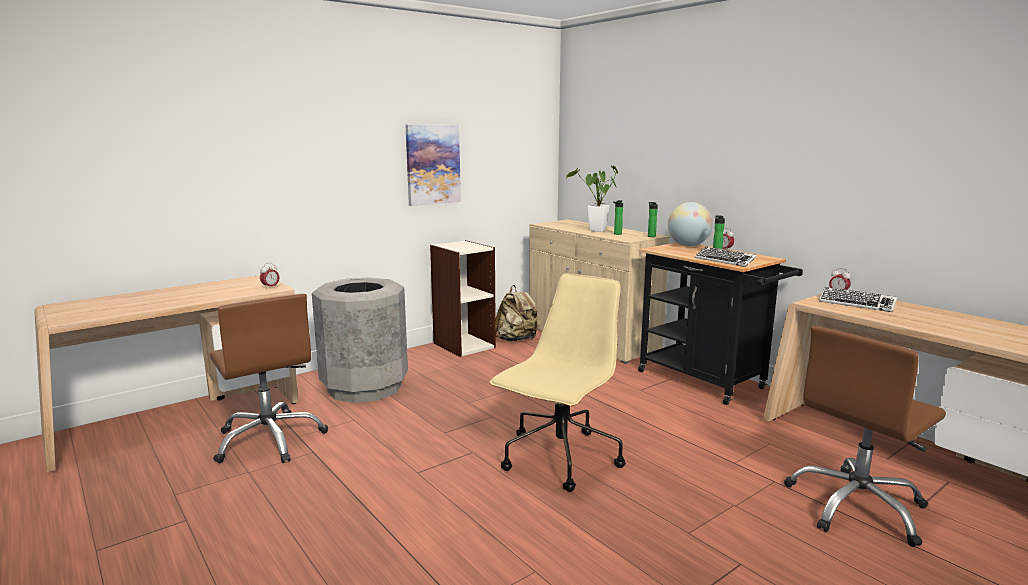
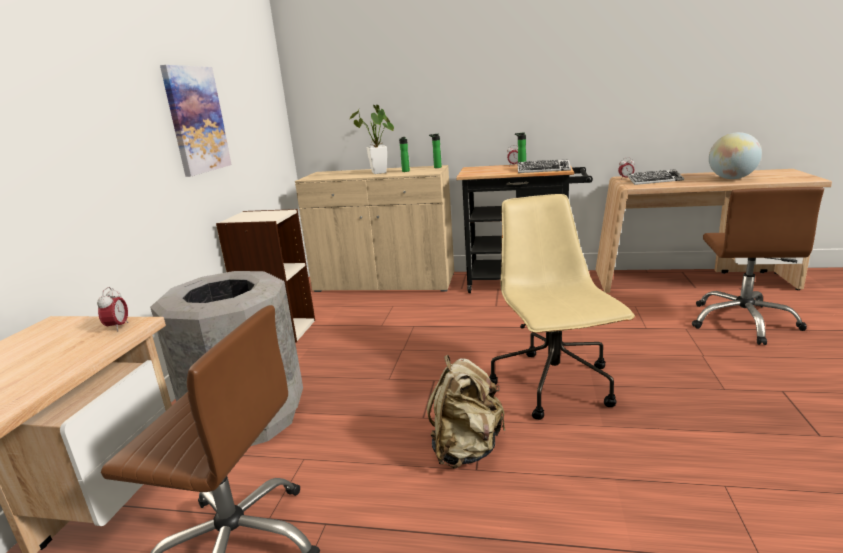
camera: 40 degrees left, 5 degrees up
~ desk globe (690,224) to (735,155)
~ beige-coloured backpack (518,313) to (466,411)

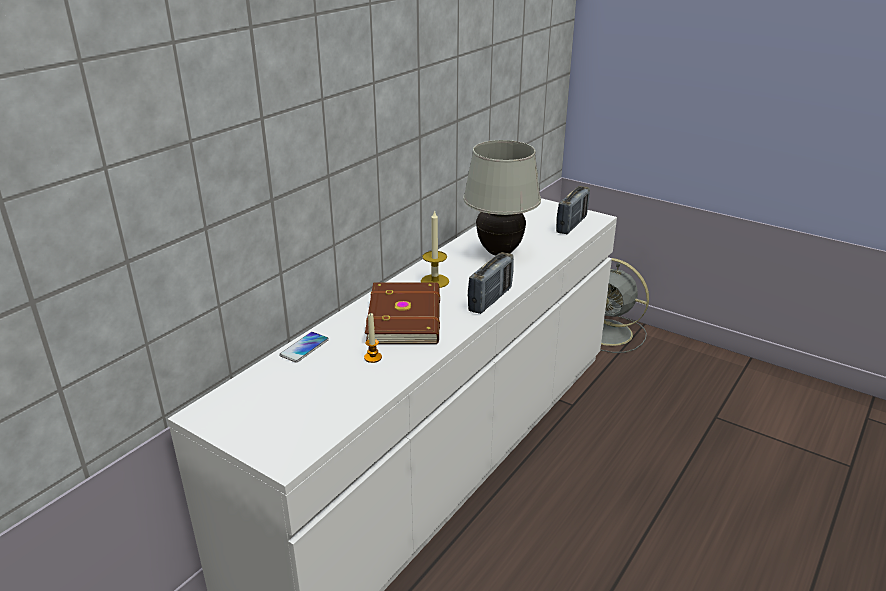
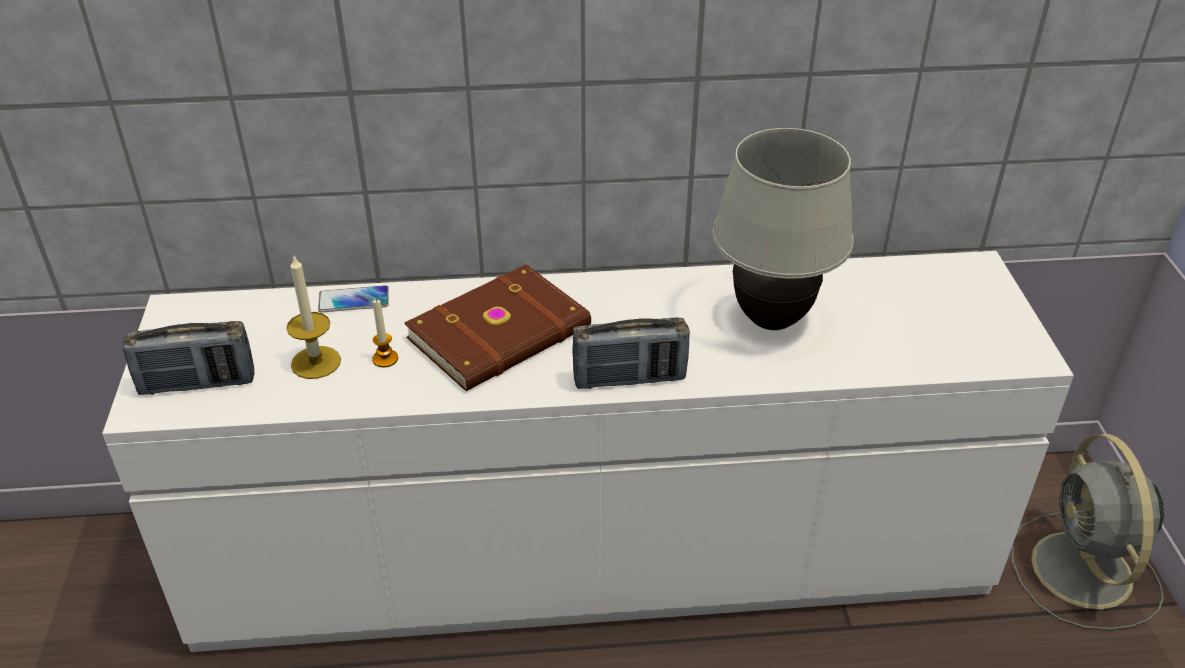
camera: 50 degrees right, 10 degrees up
~ radio set (573,210) to (188,358)
~ candle (435,249) to (313,317)

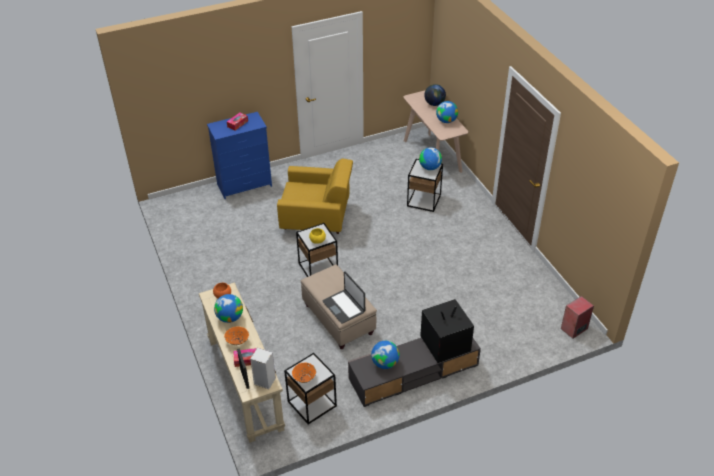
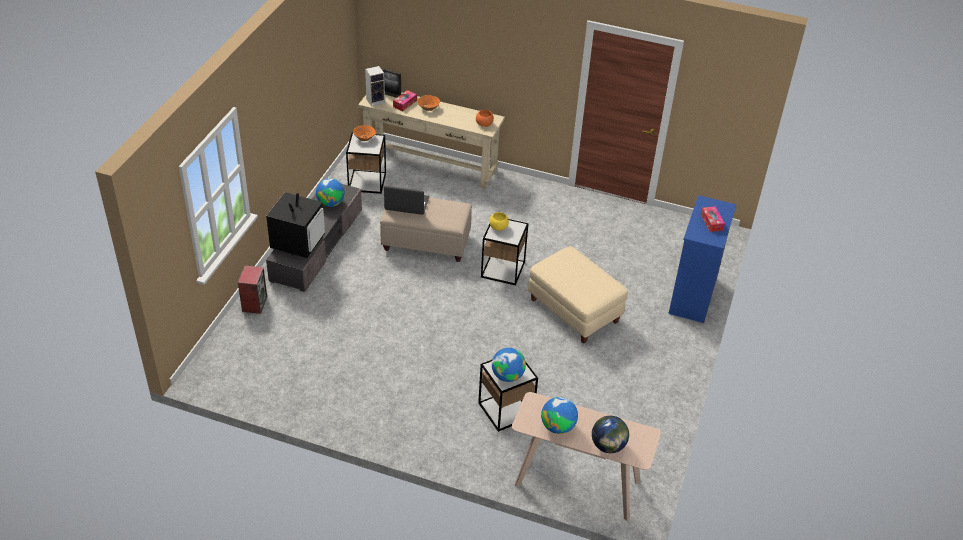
camera: 130 degrees right, 0 degrees up
~ yellowish lounge chair (315,196) to beige-coloured pouffe (578,295)
- desk globe (228,308)
~ loudspeaker (577,317) to (252,289)

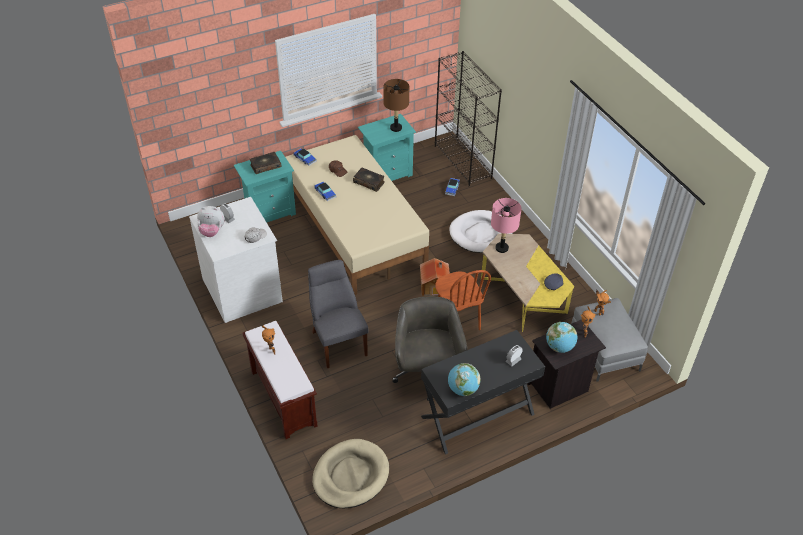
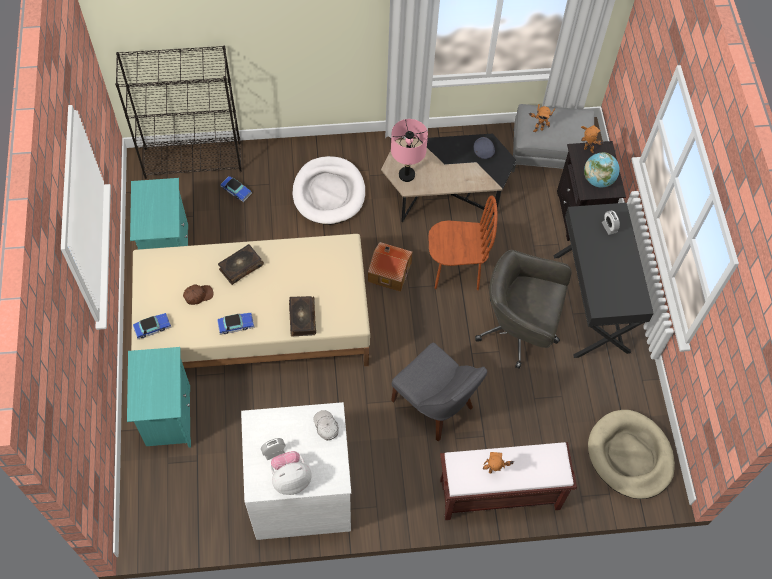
camera: 70 degrees left, 15 degrees up
- brown table lamp (396,105)
~ volume (265,163) to (302,316)
~ soft toy (211,221) = (291,473) 135 degrees counterclockwise
~ yellowish low table (527,283) to black-coloured low table (448,178)
~ grey upright chair (338,314) = (439,391) 135 degrees counterclockwise
- desk globe (464,379)

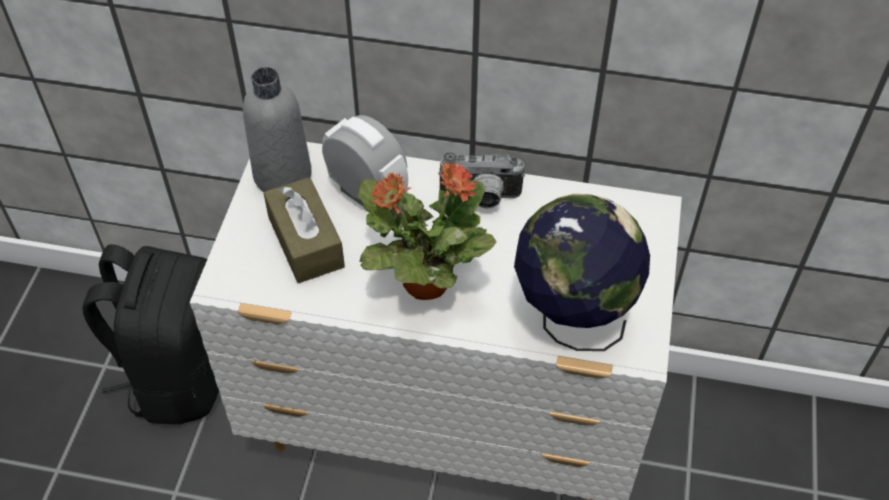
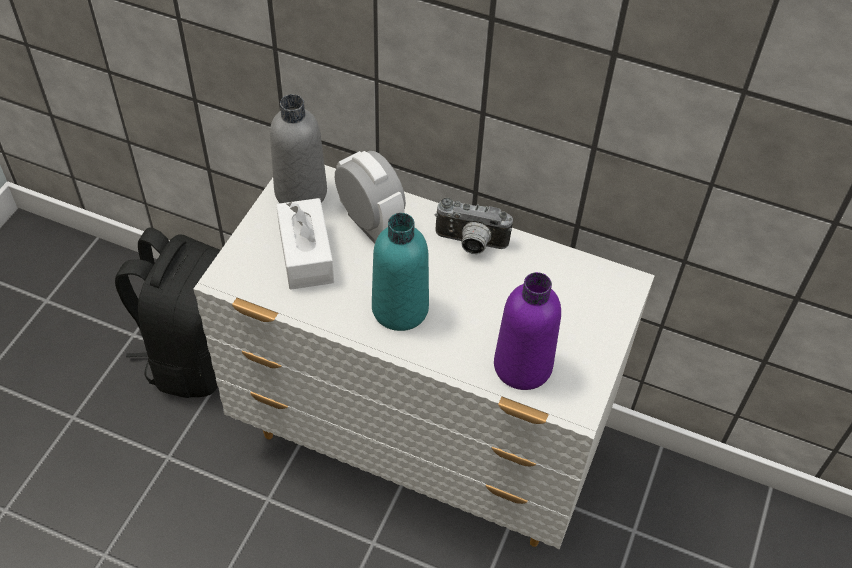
camera: 10 degrees right, 0 degrees up
~ potted plant (427,230) to blue-green beverage bottle (400,272)
~ brown box of tissues (304,230) to whitish box of tissues (305,244)
~ desk globe (582,272) to purple-coloured beverage bottle (527,331)

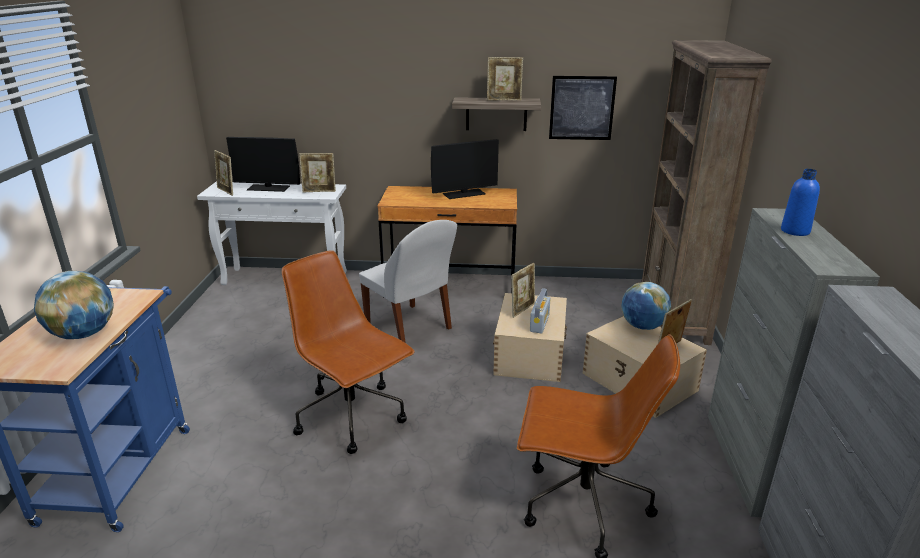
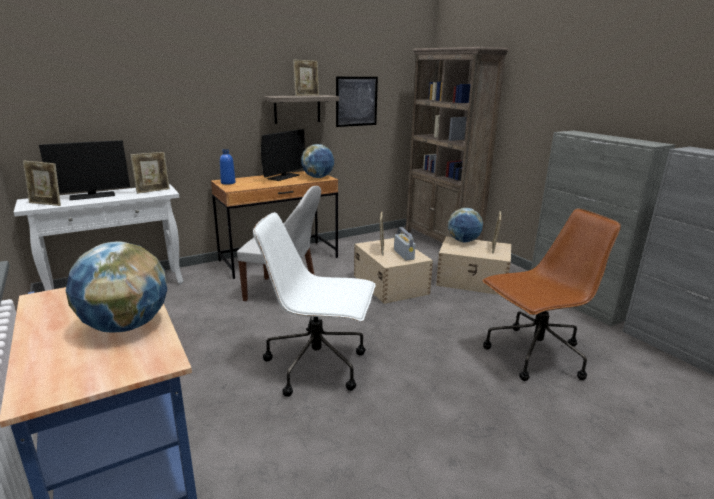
camera: 35 degrees left, 5 degrees down
~ blue-coloured beverage bottle (800,202) to (228,167)
~ brown computer chair (348,352) to whitish computer chair (314,304)
+ desk globe (317,161)

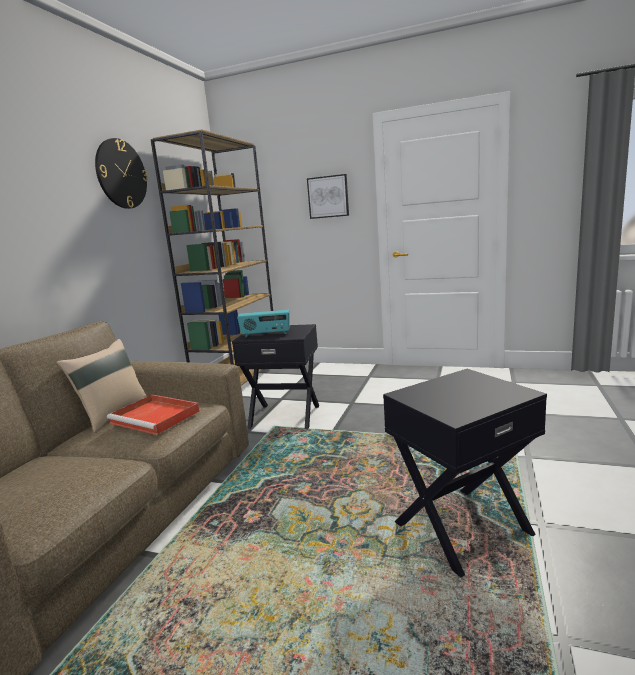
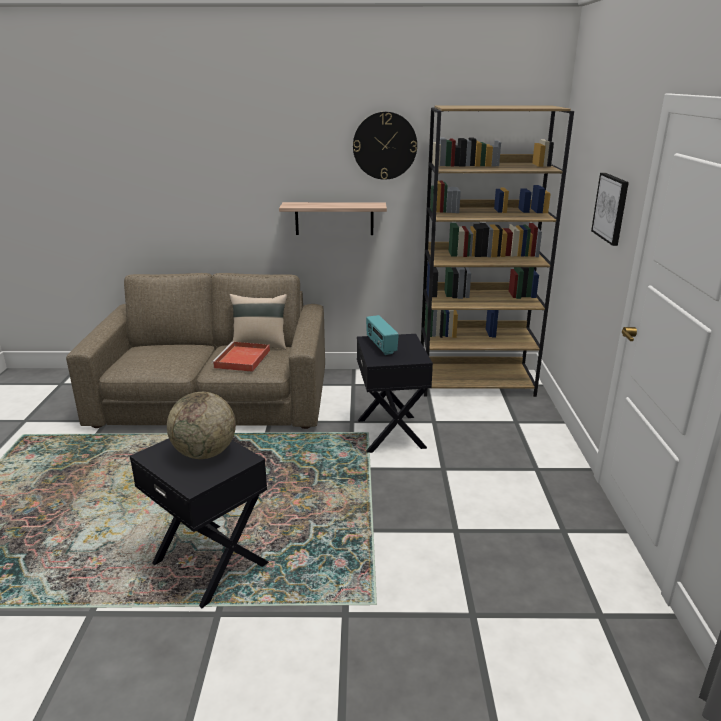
camera: 70 degrees right, 10 degrees up
+ wall shelf (333,218)
+ desk globe (201,425)

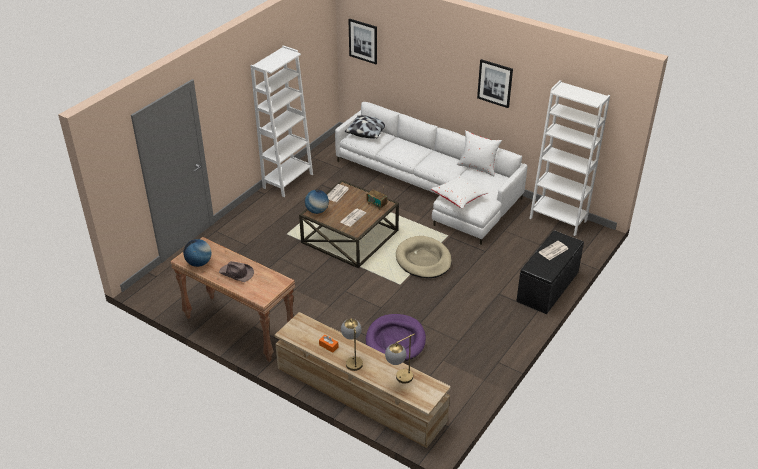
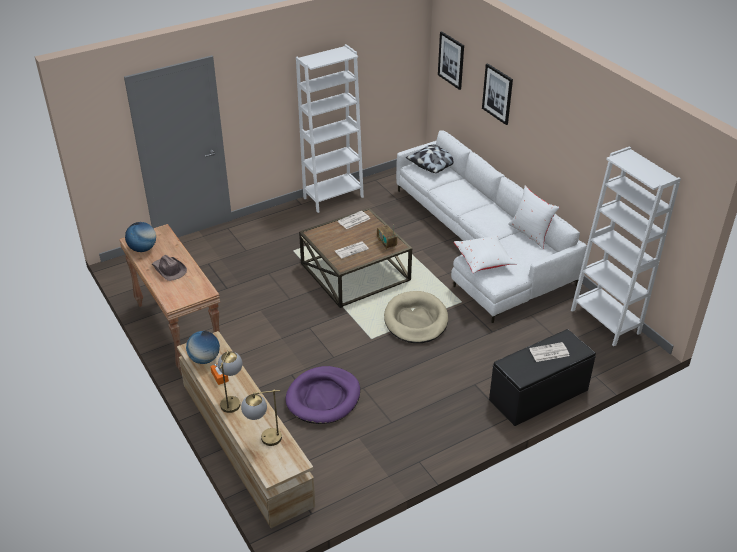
camera: 25 degrees right, 0 degrees up
~ picture (495,83) to (497,94)
~ desk globe (317,202) to (203,347)

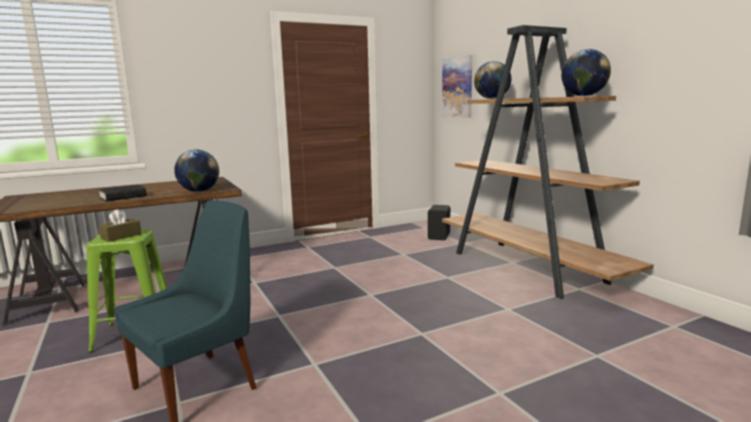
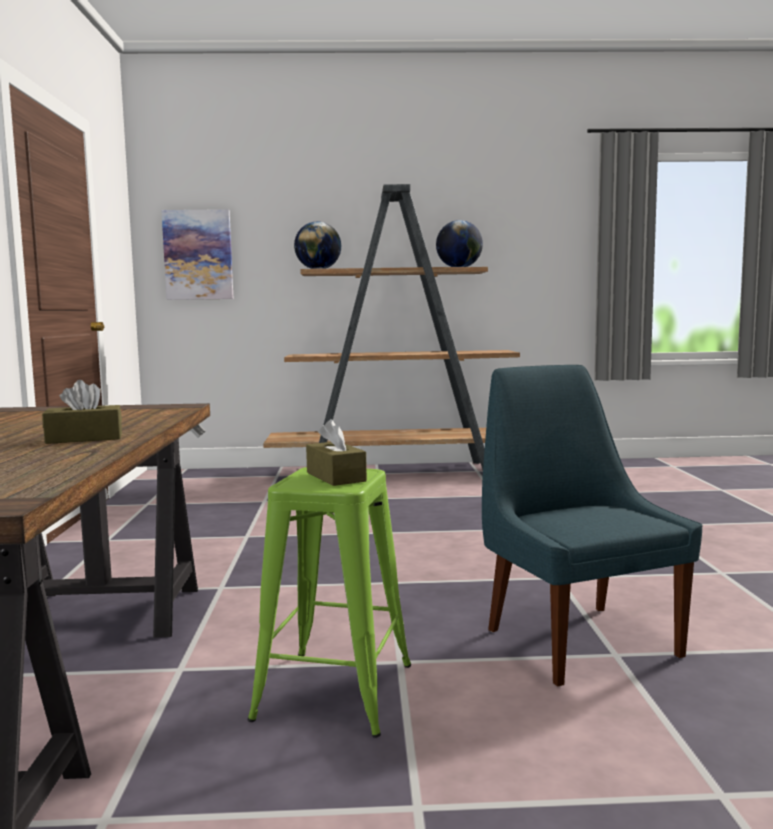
camera: 65 degrees left, 5 degrees down
- desk globe (196,171)
~ black-coloured volume (122,193) to brown box of tissues (82,412)
- black-coloured loudspeaker (439,222)

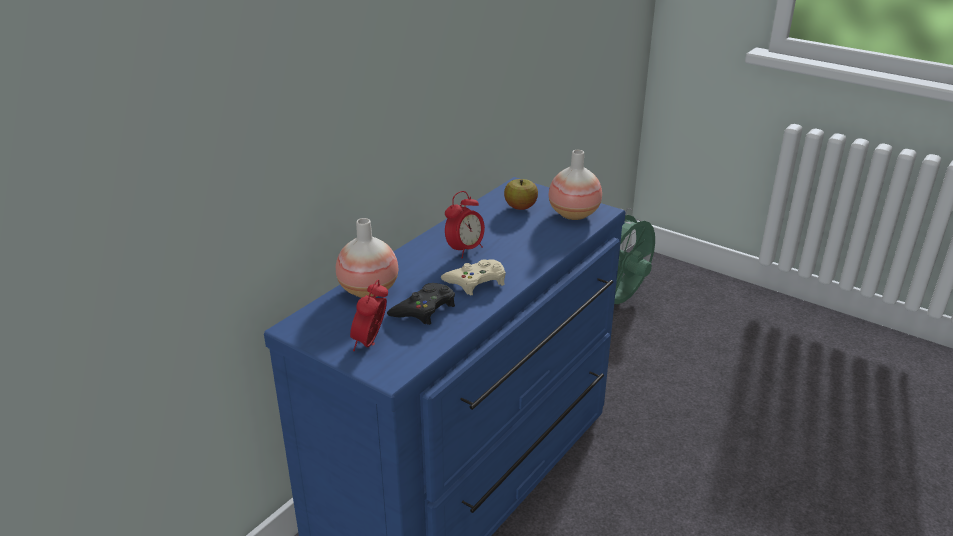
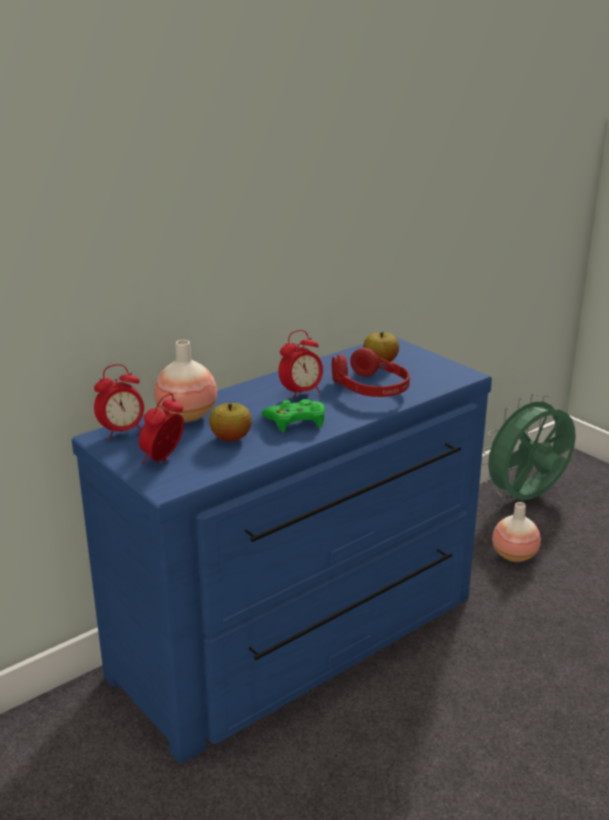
camera: 15 degrees right, 5 degrees down
~ vase (575,185) to (516,532)
~ beige-coloured game controller (473,277) to green-coloured game controller (293,415)
~ black-coloured game controller (421,304) to apple fruit (230,422)
+ red pair of headphones (371,372)
+ alarm clock (119,401)

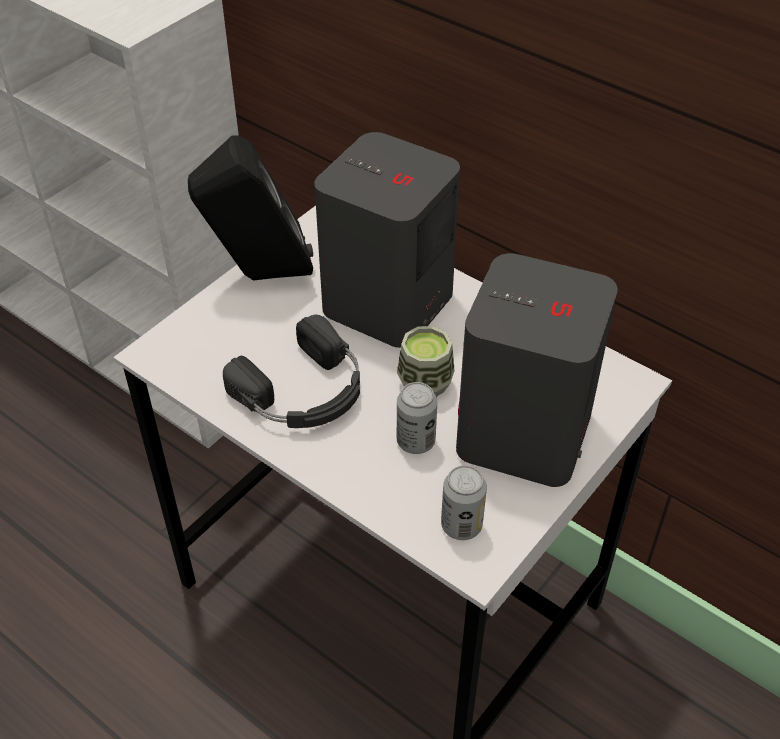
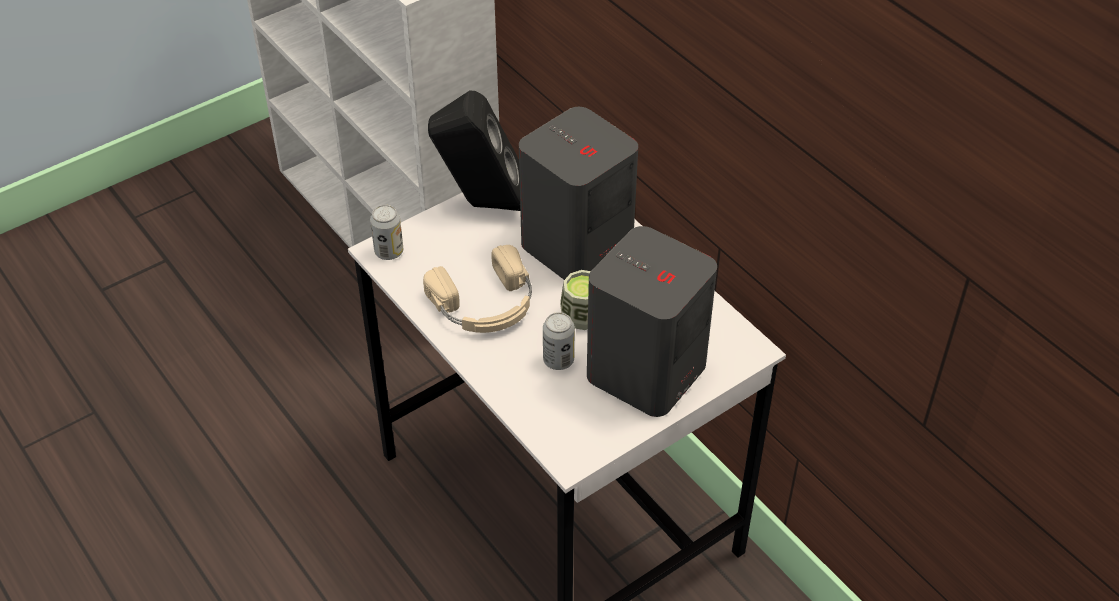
camera: 15 degrees right, 0 degrees up
~ black-coloured pair of headphones (291,371) to beige-coloured pair of headphones (477,289)
~ sealed can (464,502) to (386,232)

